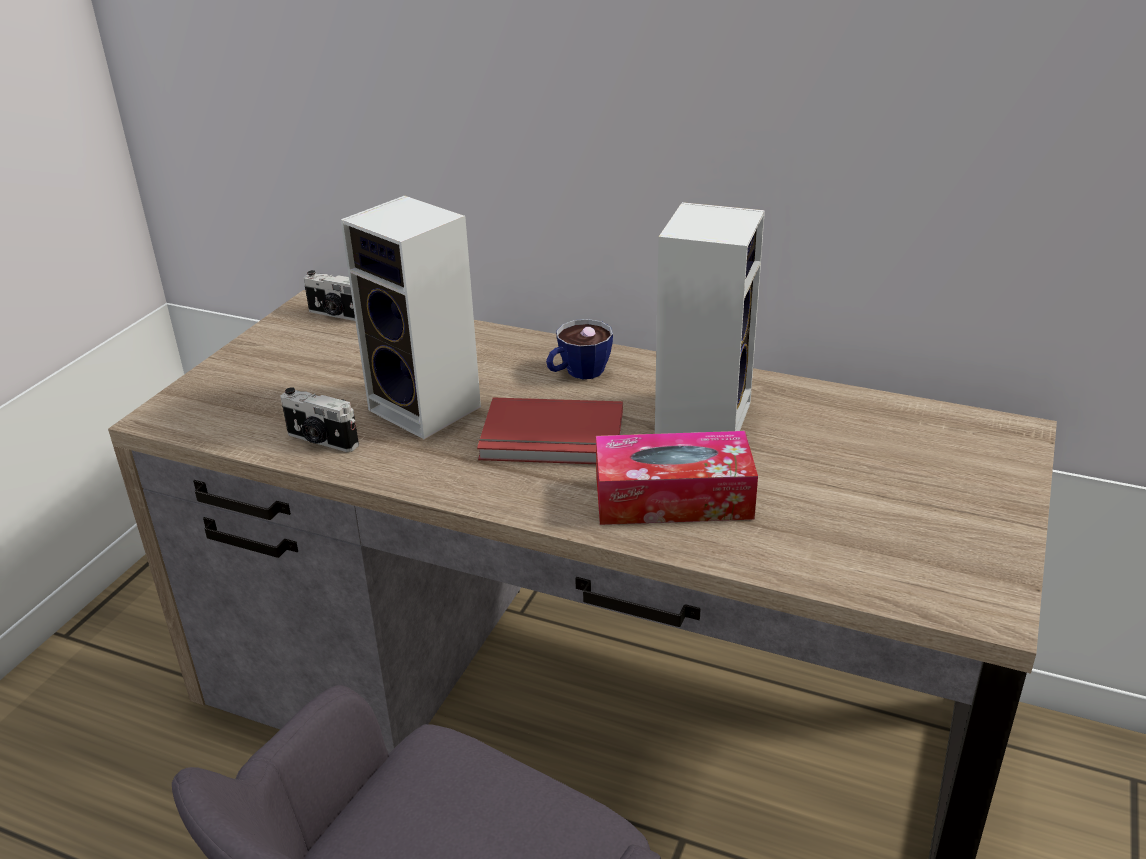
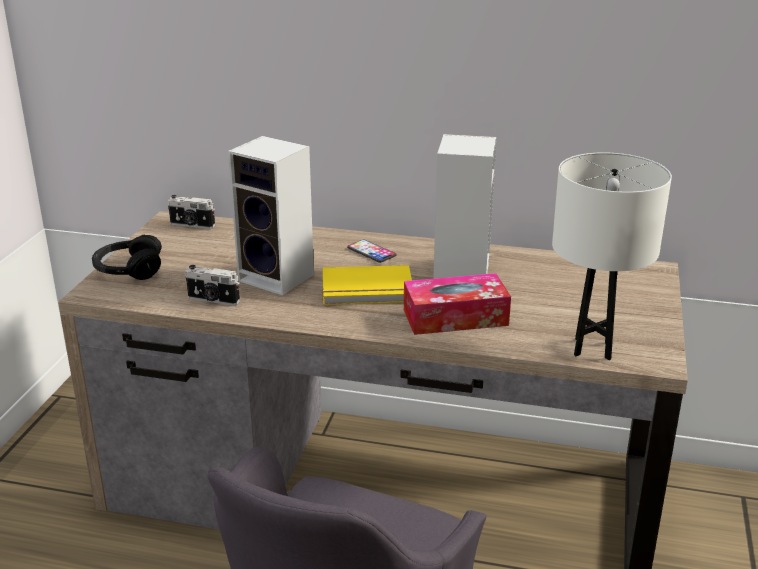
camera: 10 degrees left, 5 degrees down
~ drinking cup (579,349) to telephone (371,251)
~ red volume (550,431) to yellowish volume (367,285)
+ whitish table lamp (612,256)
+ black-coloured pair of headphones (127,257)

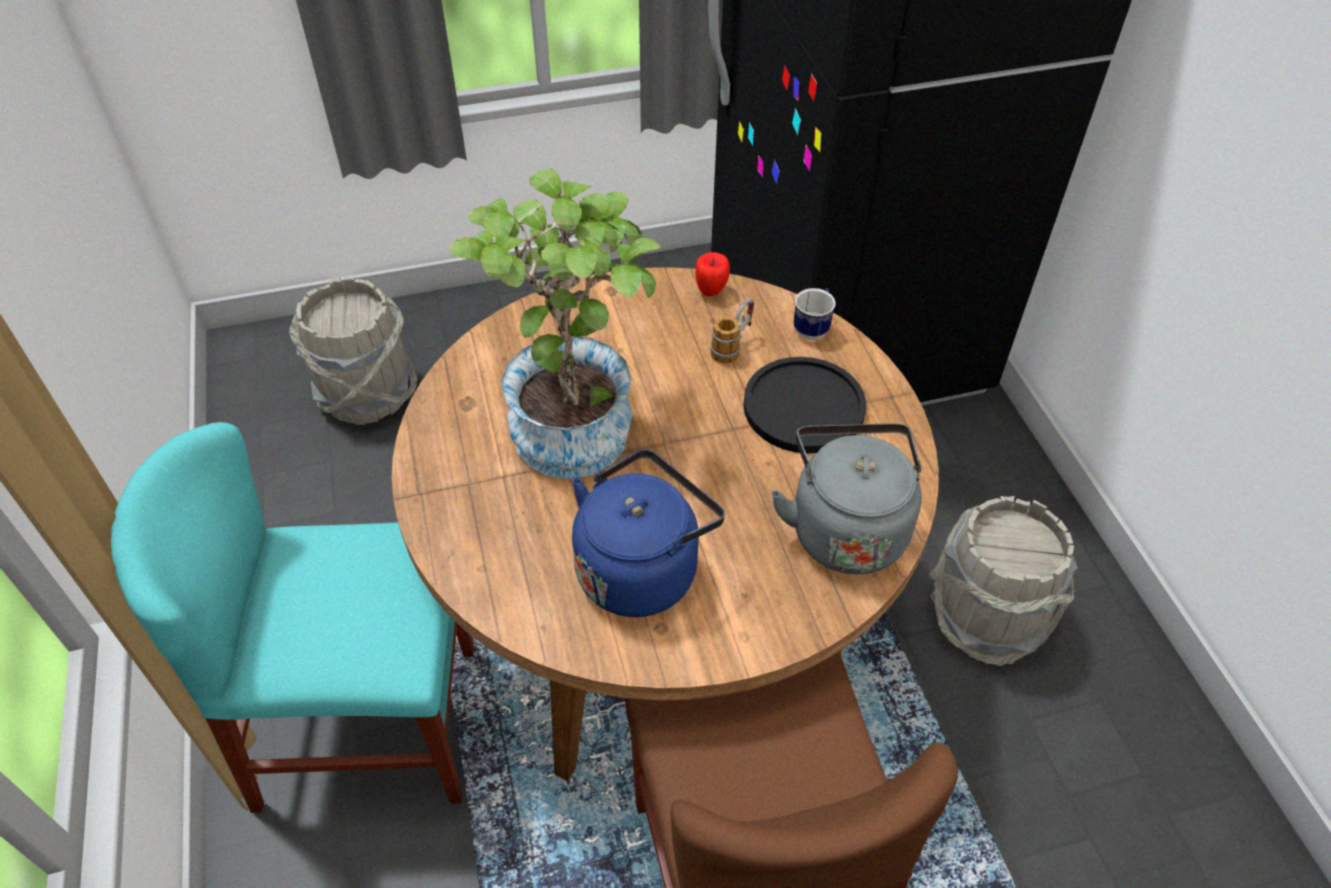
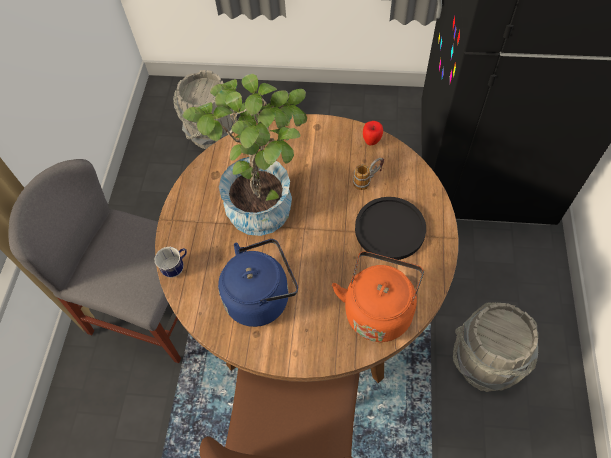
camera: 25 degrees right, 10 degrees up
~ mug (814,314) to (171,262)
~ blue-green upright chair (292,617) to grey upright chair (95,261)
~ grey water kettle (846,498) to orange water kettle (378,296)

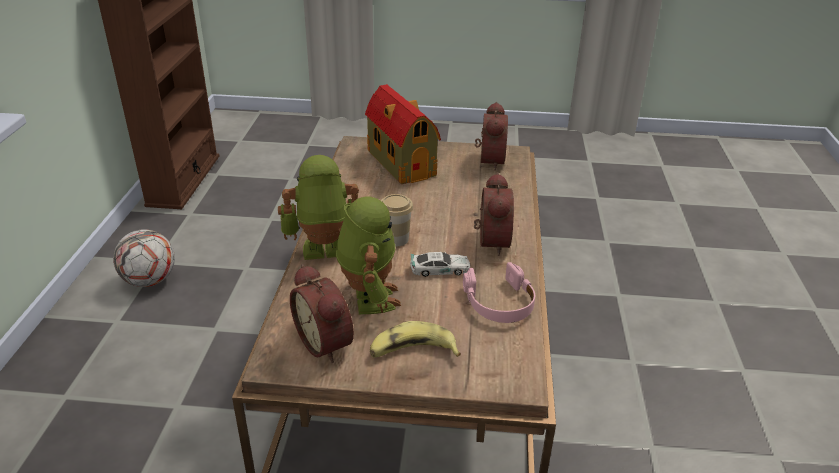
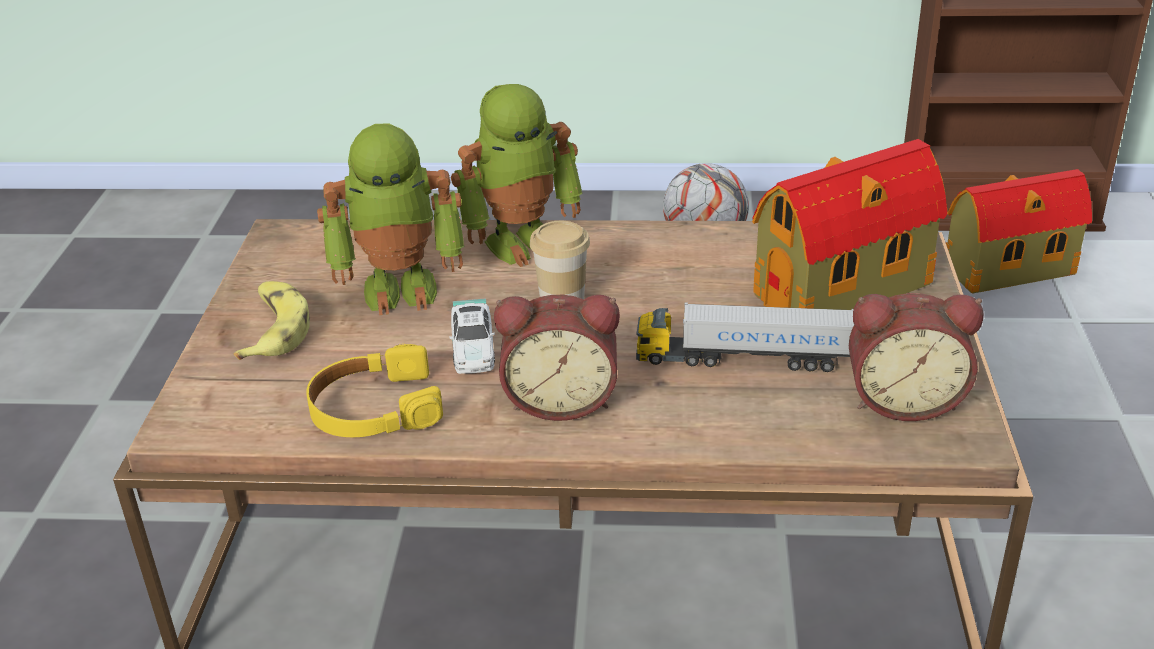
camera: 90 degrees right, 0 degrees up
~ robot figure (318,207) = (517,175) 75 degrees clockwise
~ pink pair of headphones (499,292) to yellowish pair of headphones (374,390)
- alarm clock (322,313)
+ toy house (1019,231)
+ toy lorry (745,337)

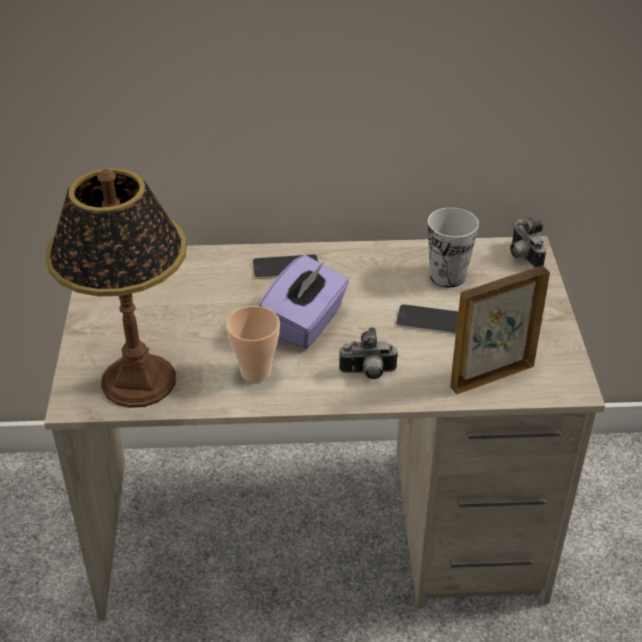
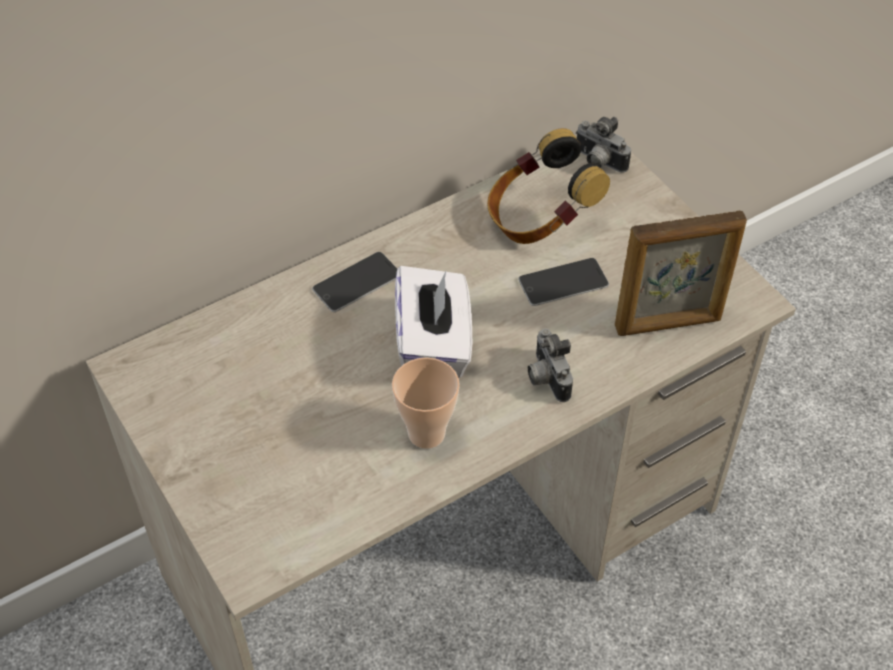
camera: 30 degrees left, 10 degrees up
- table lamp (116,288)
~ drinking cup (453,247) to pair of headphones (548,186)
~ purple-coloured box of tissues (304,302) to whitish box of tissues (433,322)
~ standing frame (500,330) = (681,273) 135 degrees counterclockwise
~ still camera (368,353) = (550,365) 105 degrees clockwise

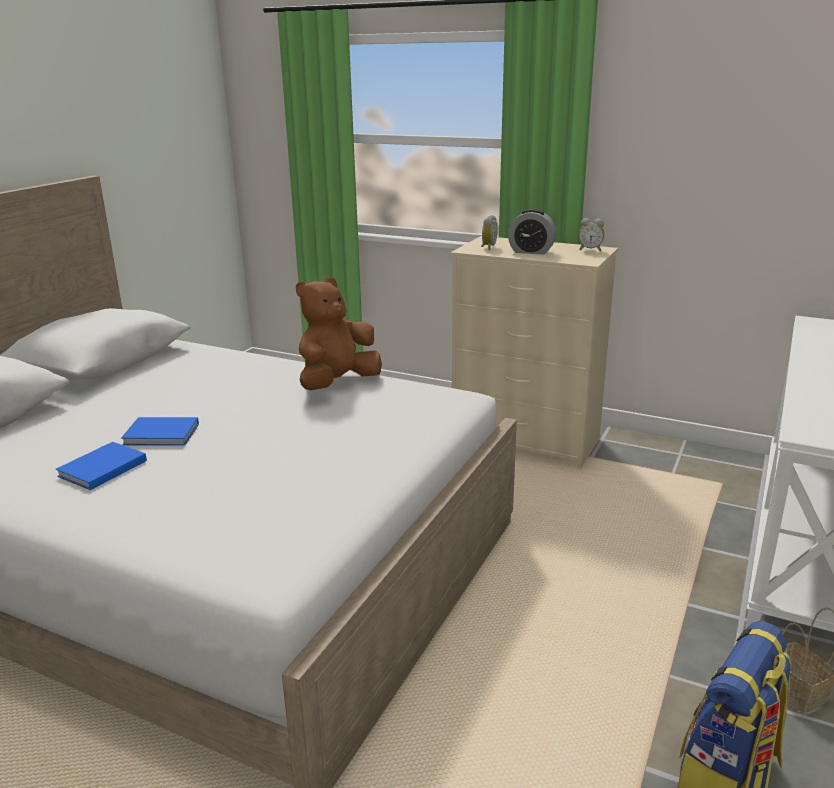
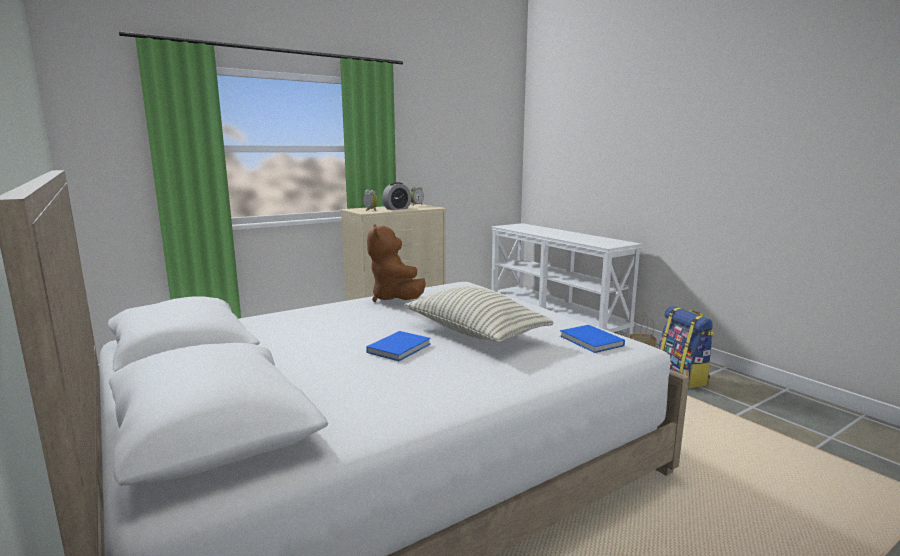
camera: 60 degrees left, 10 degrees down
~ blue-coloured volume (101,466) to (592,339)
+ throw pillow (479,314)

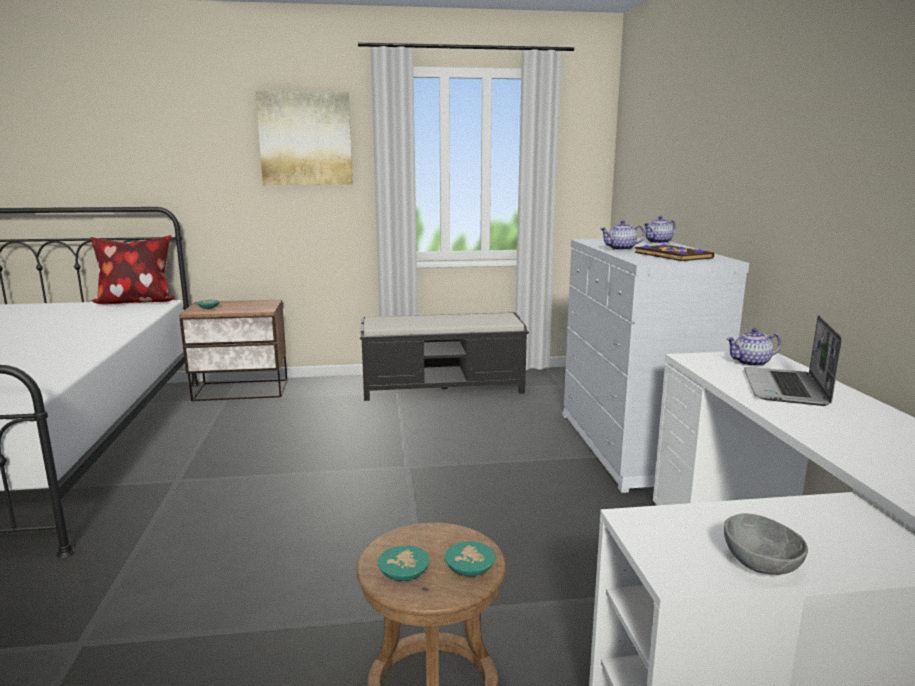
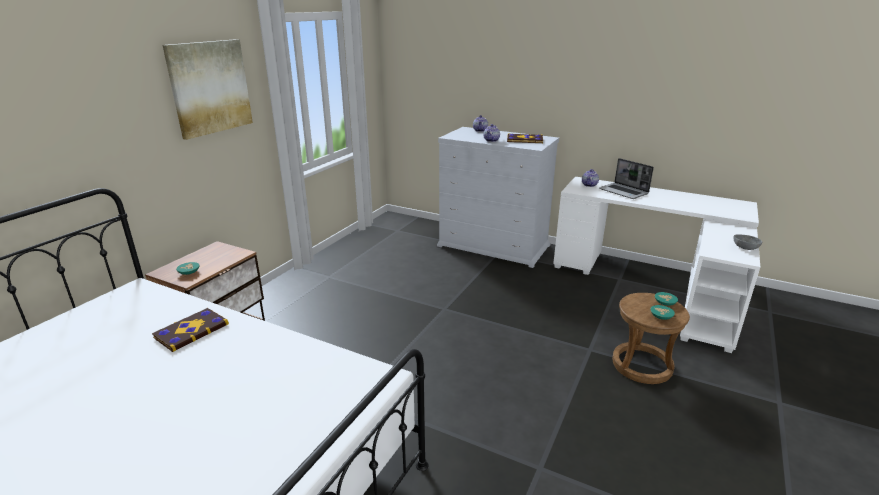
camera: 55 degrees left, 10 degrees up
- throw pillow (133,269)
- black-coloured long seat (444,356)
+ volume (190,330)

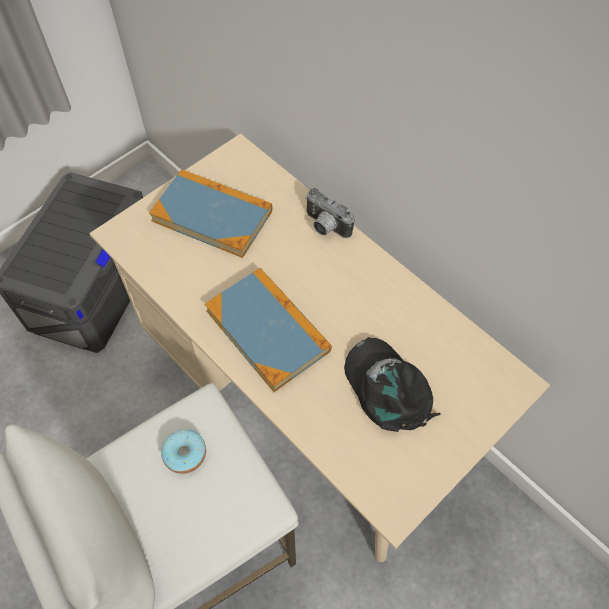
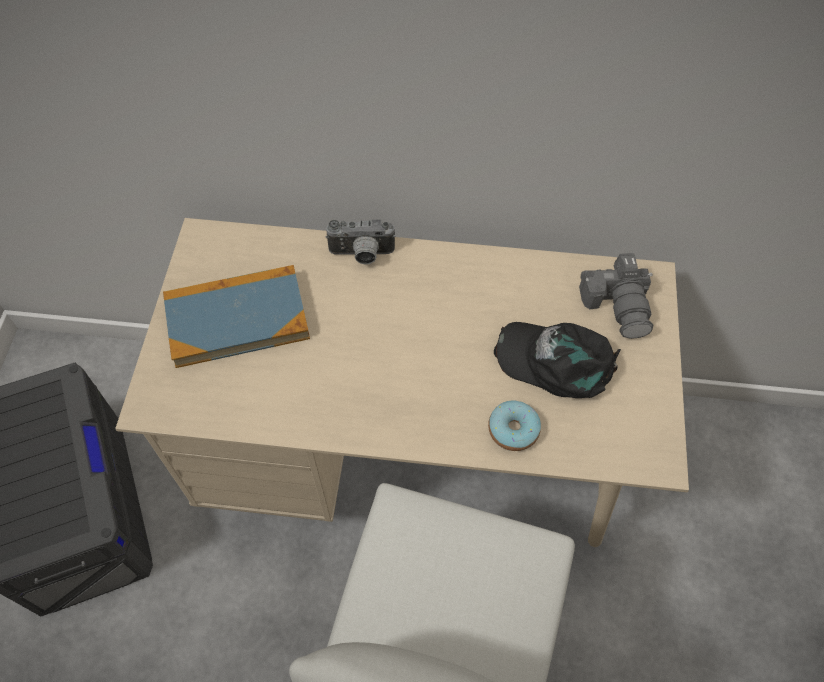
camera: 40 degrees left, 0 degrees up
- volume (268,330)
~ ring doughnut (183,451) to (514,426)
+ still camera (616,296)

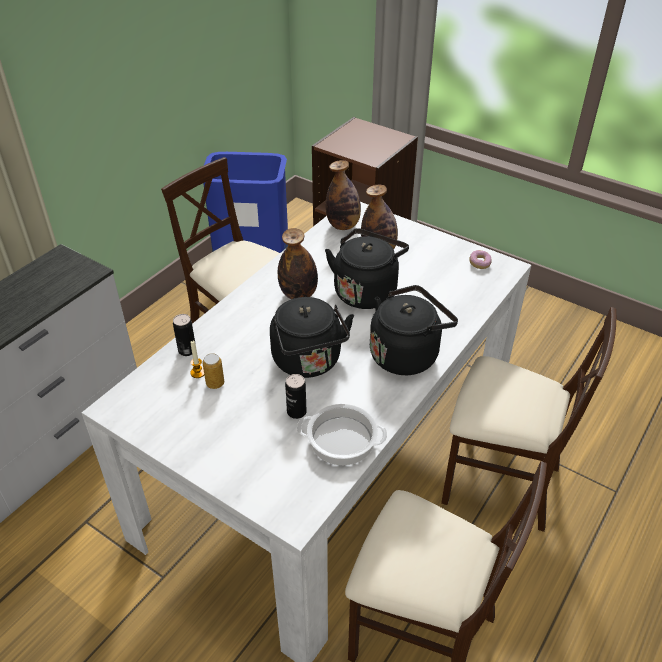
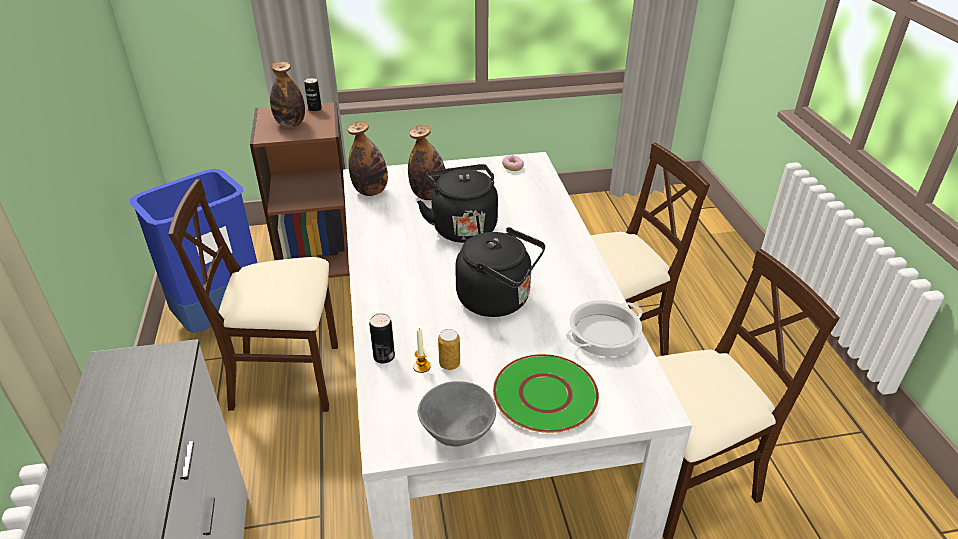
camera: 45 degrees left, 5 degrees down
~ beverage bottle (298,263) to (287,94)
- black-coloured water kettle (414,330)
~ sealed can (296,396) to (313,95)
+ green-coloured dinner plate (546,393)
+ grey bowl (456,413)

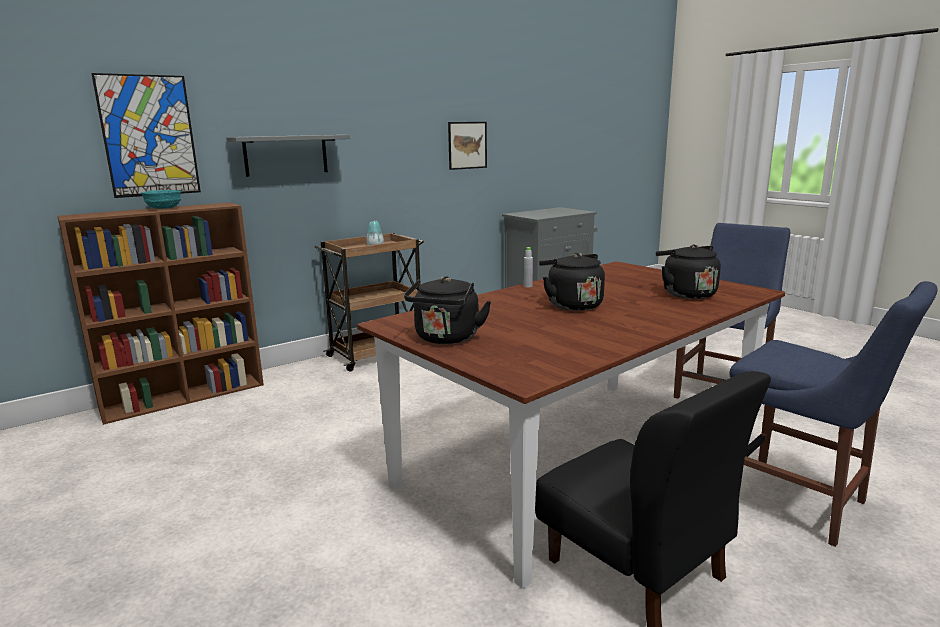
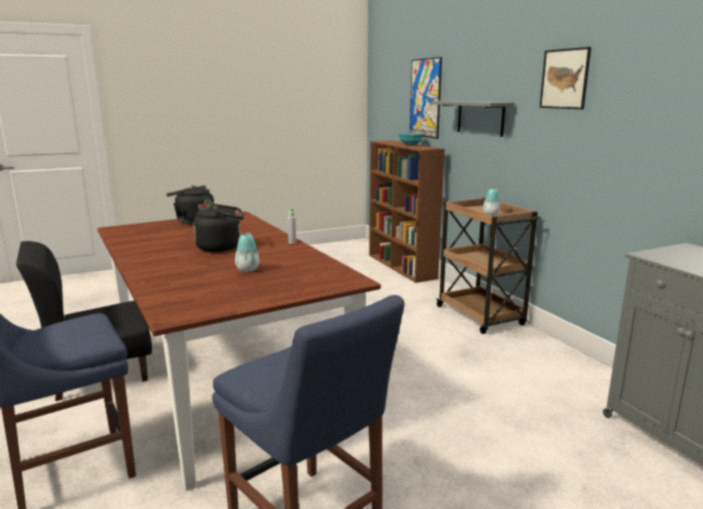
camera: 100 degrees right, 0 degrees up
~ picture (467,146) to (565,78)
- black-coloured water kettle (688,271)
+ vase (247,252)

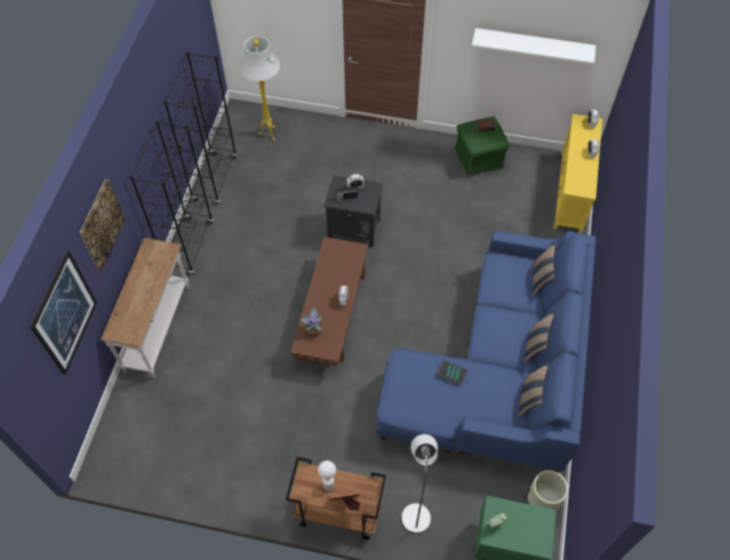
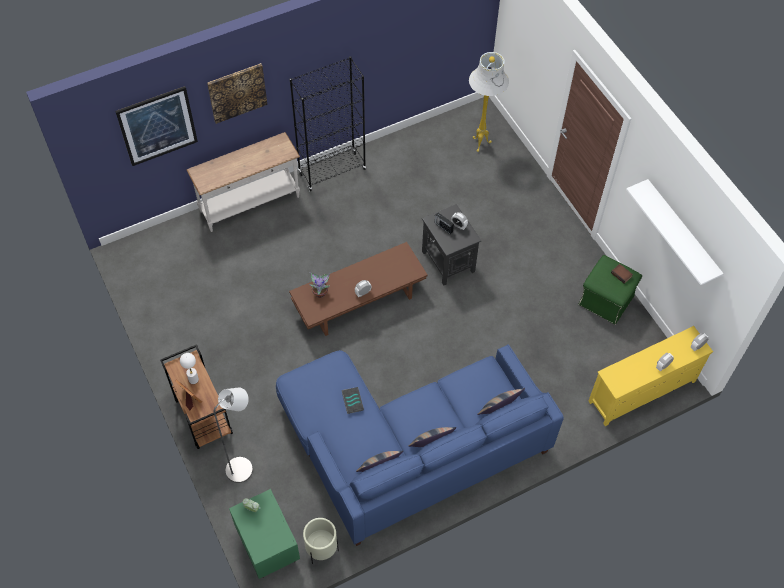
camera: 50 degrees right, 0 degrees up
- black-coloured shelving unit (200,128)

